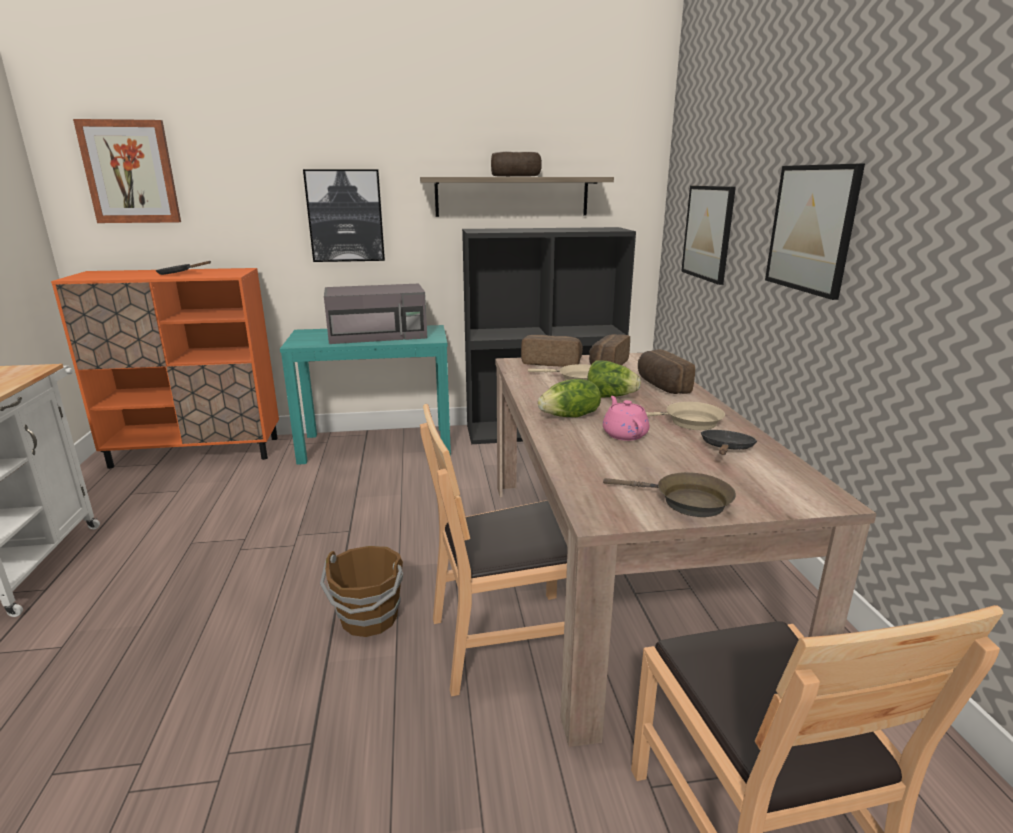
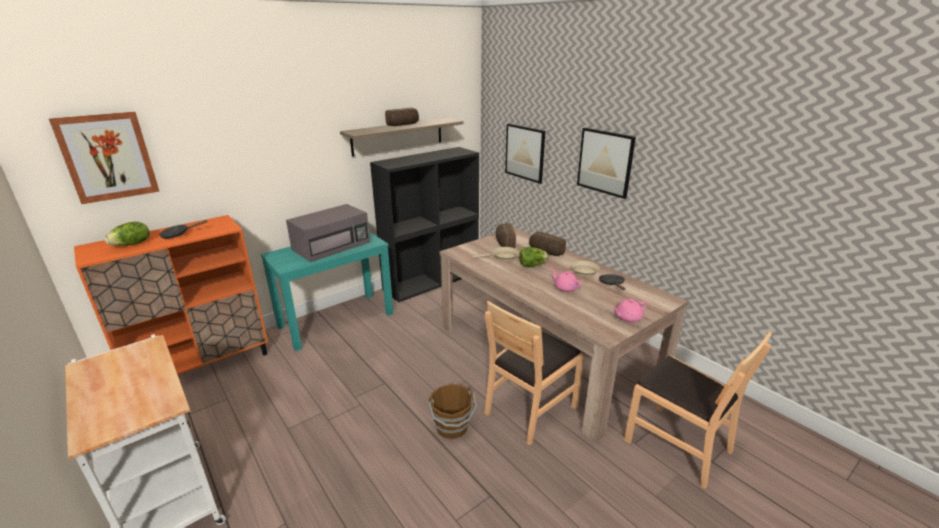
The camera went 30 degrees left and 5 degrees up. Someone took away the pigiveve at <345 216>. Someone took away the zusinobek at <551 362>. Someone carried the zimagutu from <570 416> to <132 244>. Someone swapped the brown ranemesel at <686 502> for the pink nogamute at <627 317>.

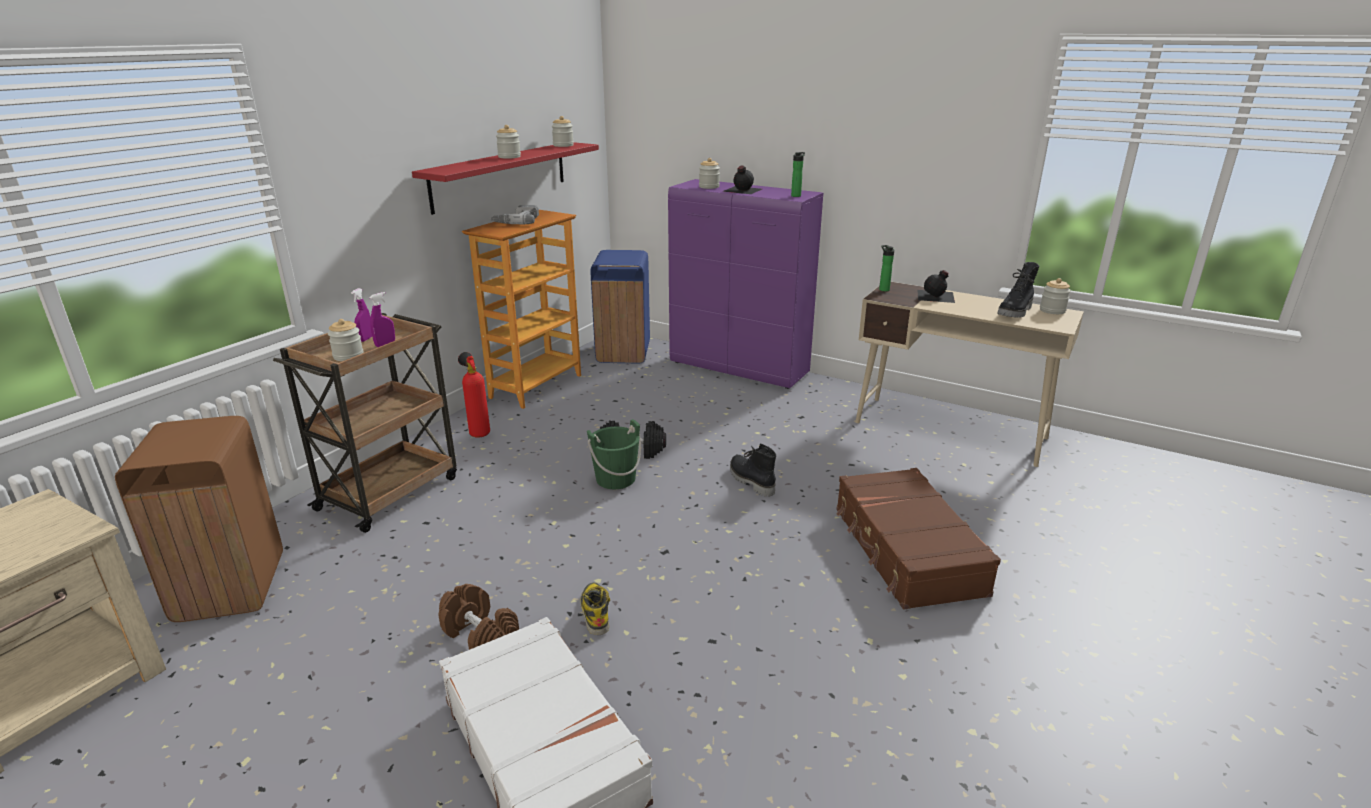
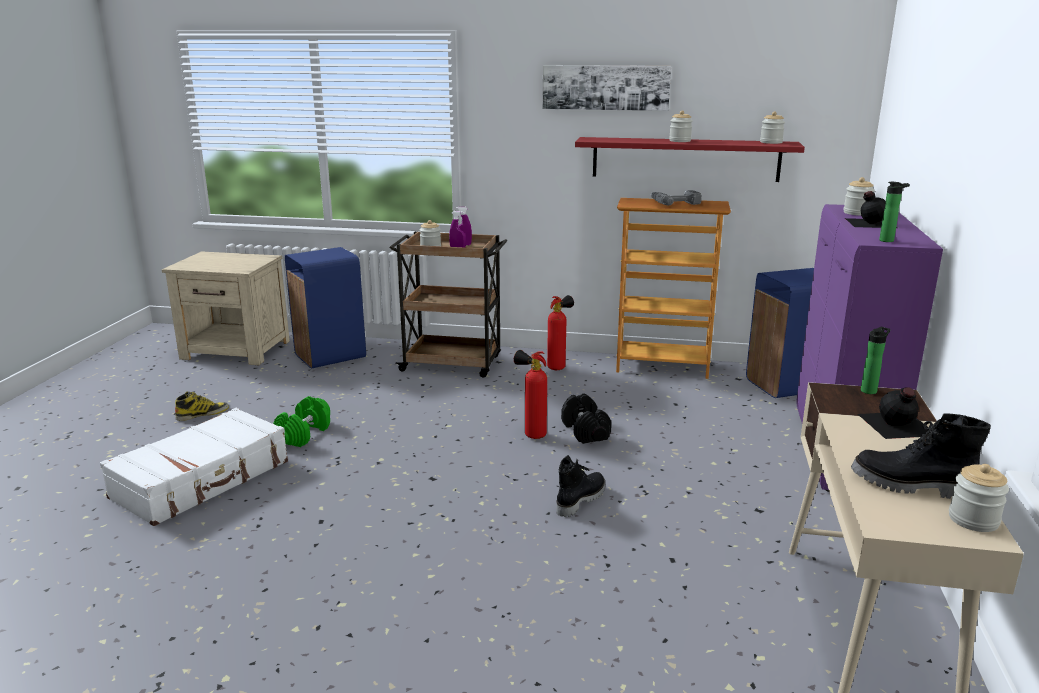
The camera went 70 degrees right and 5 degrees down. Someone repainted the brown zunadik at <228 588>, which became the blue zunadik at <329 356>. Someone swapped the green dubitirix at <615 479> for the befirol at <531 434>. Someone took away the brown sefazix at <906 551>. Someone carried the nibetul from <595 611> to <202 414>. Someone repainted the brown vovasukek at <482 637>, which became the green vovasukek at <303 435>. Someone put up the pigiveve at <605 87>.

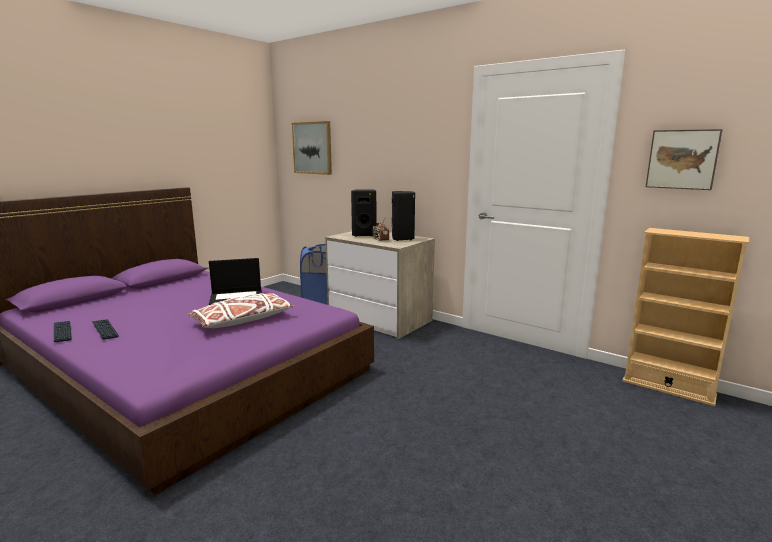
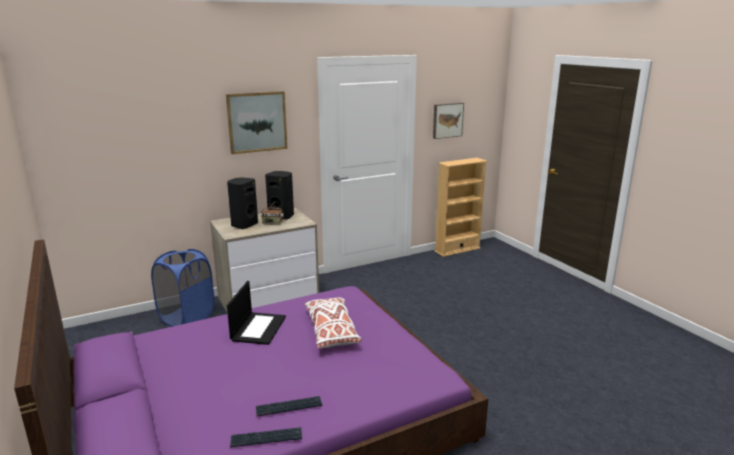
The camera went 65 degrees left and 5 degrees up. Someone carried the pigiveve from <312 148> to <257 122>.

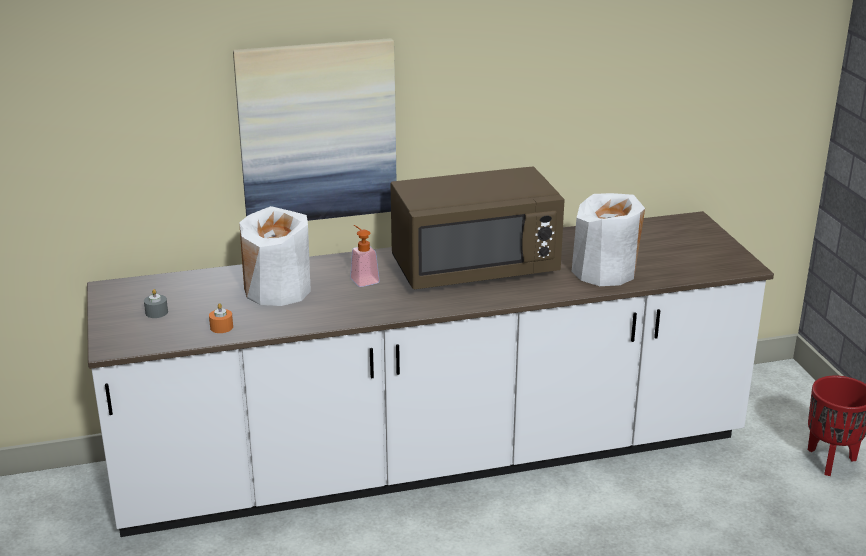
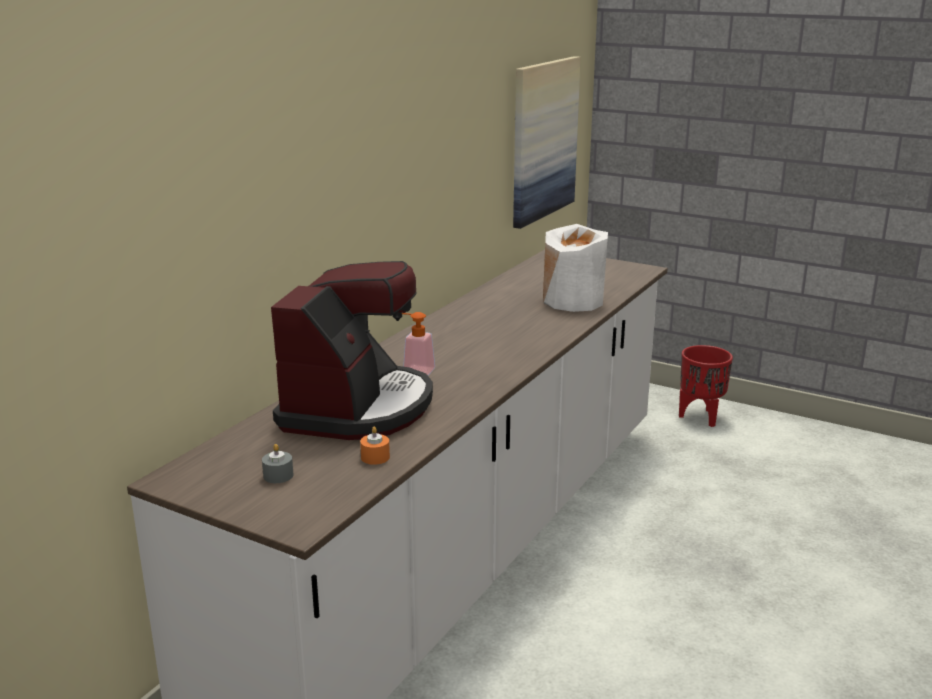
The camera went 45 degrees left and 5 degrees down. Someone carried the pigiveve from <317 132> to <543 140>. Someone took away the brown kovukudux at <475 268>. Someone swapped the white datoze at <278 289> for the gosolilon at <357 407>.

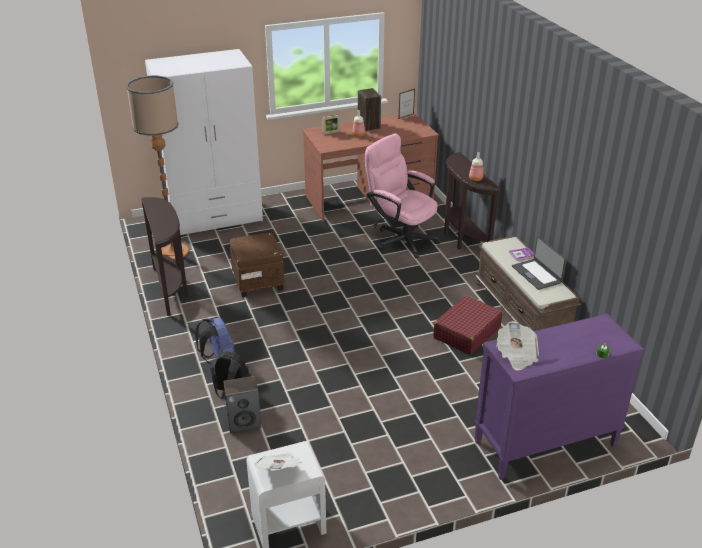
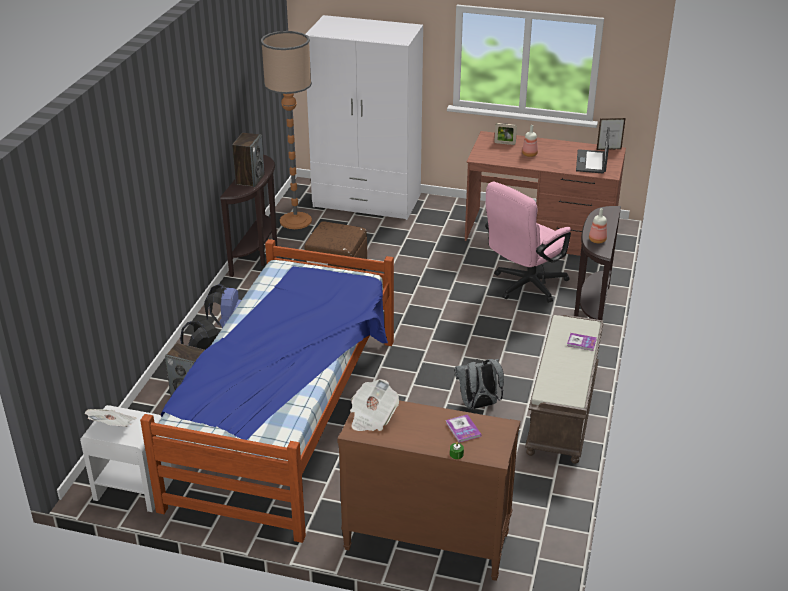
The camera went 35 degrees right and 0 degrees up. Someone carried the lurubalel from <368 126> to <250 179>. Someone rotated the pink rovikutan at <401 238> by 120 degrees counterclockwise. Someone carried the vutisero from <537 274> to <592 162>. Someone swapped the red sefazix at <466 333> for the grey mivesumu at <478 405>. Someone repainted the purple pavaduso at <544 444>, which became the brown pavaduso at <426 542>. Someone put down the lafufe at <288 419>. Someone put down the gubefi at <463 429>.

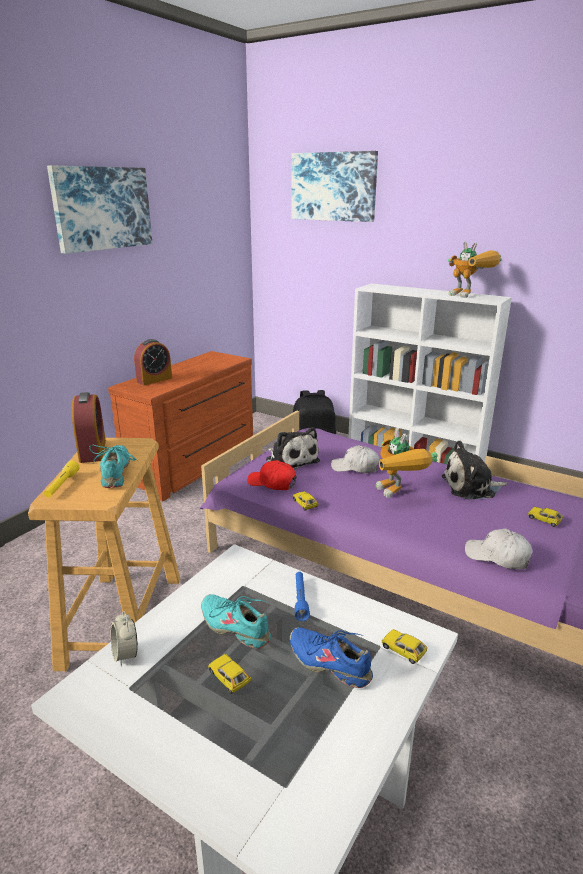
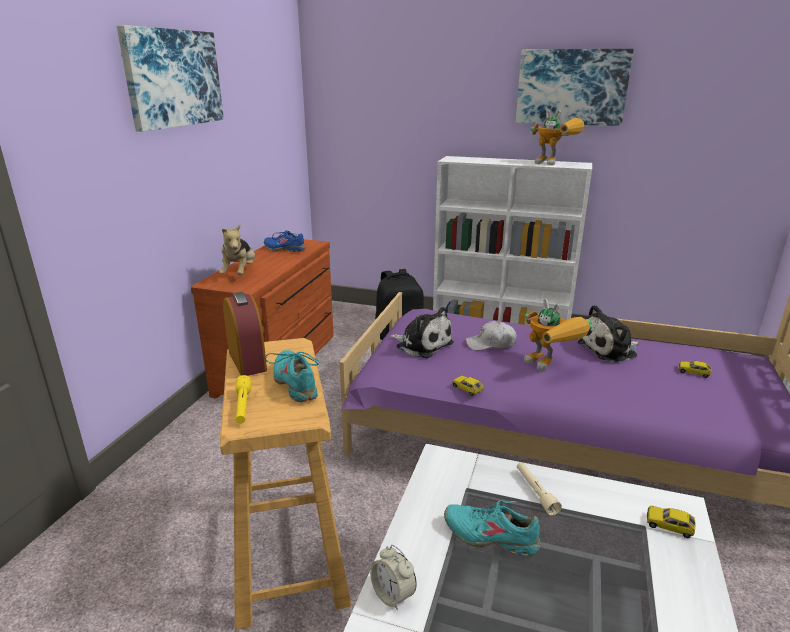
The camera went 15 degrees left and 0 degrees up. Someone carried the pigiveve from <333 187> to <571 87>. Someone swapped the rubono at <154 380> for the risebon at <240 273>. Someone took away the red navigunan at <272 483>. Someone took away the white navigunan at <497 557>. Someone repainted the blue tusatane at <300 599>, which became the beige tusatane at <535 492>. Someone carried the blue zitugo from <329 663> to <285 249>. Someone took away the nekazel at <229 677>.

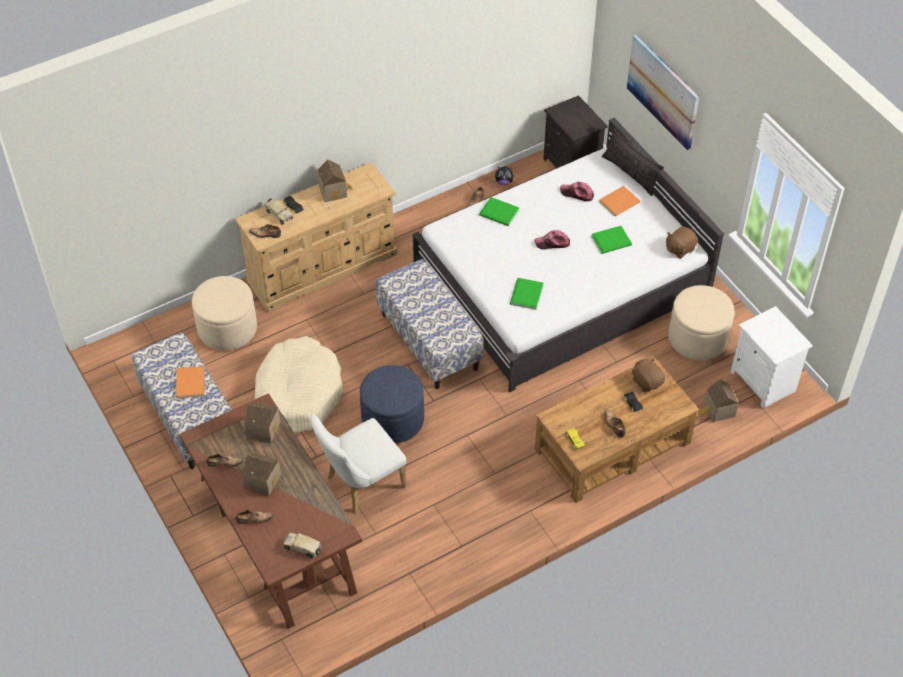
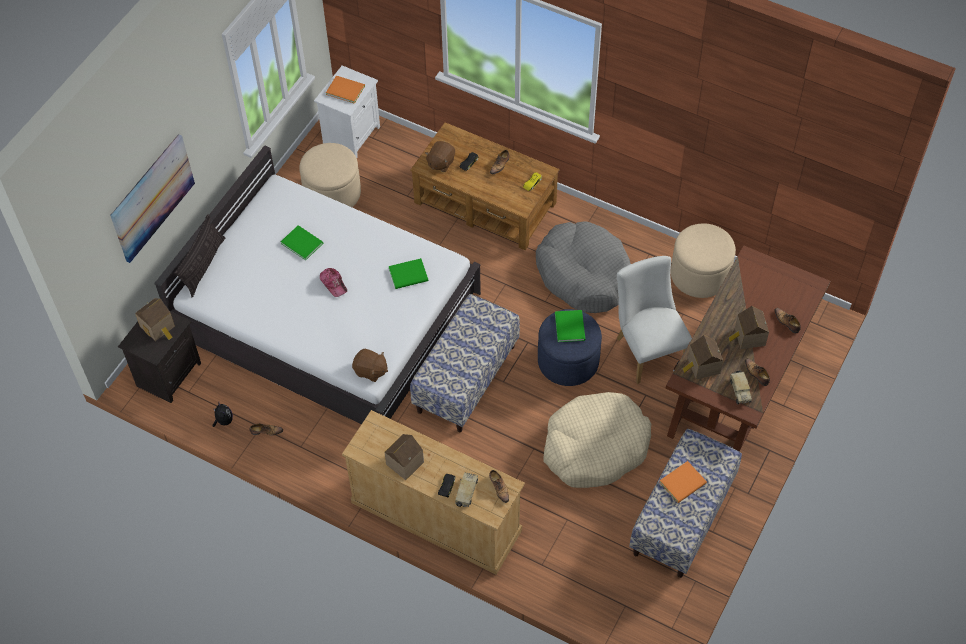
The camera went 120 degrees left and 5 degrees up. Someone took away the navigunan at <577 194>. Someone carried the orange gubefi from <620 202> to <345 89>. Someone carried the green gubefi from <499 213> to <570 325>. Someone carried the brown risebon from <679 249> to <370 371>. Someone carried the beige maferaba from <227 328> to <700 275>. Someone carried the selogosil from <718 410> to <158 327>. Someone rotated the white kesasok at <360 484> by 135 degrees counterclockwise. Someone carried the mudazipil from <303 548> to <739 390>. Someone put down the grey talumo at <584 274>.

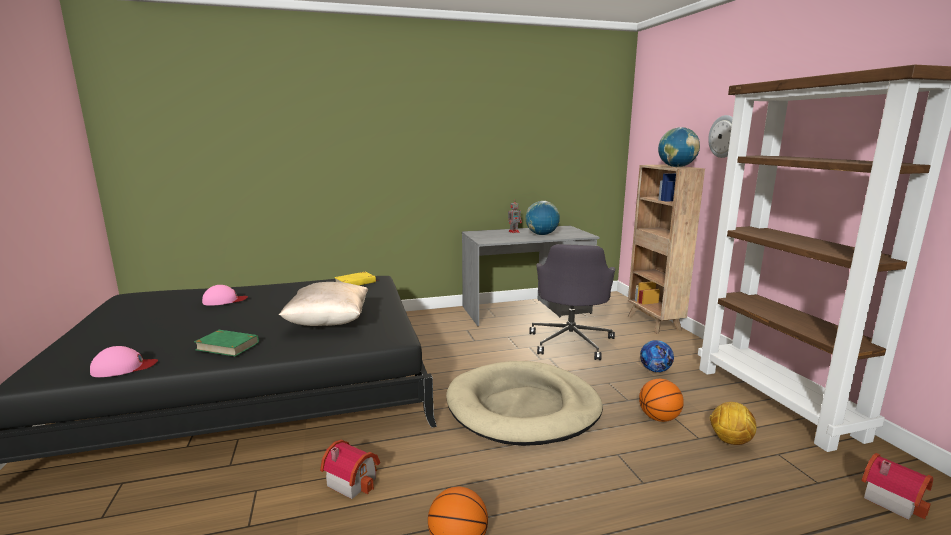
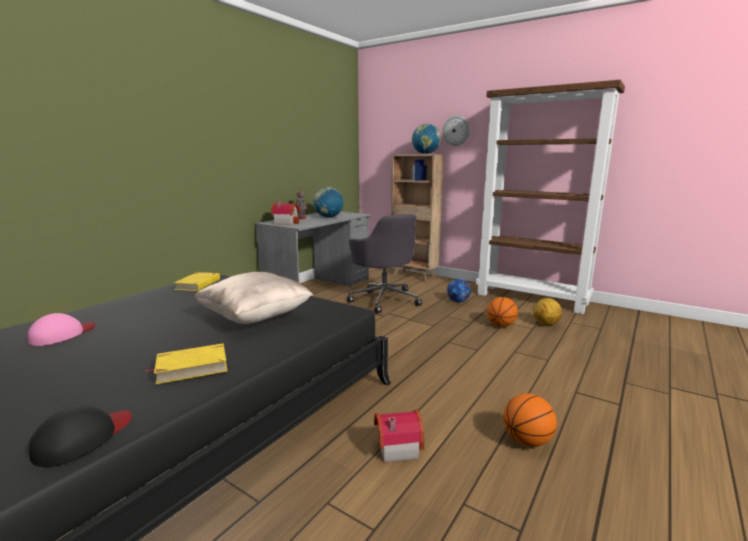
The camera went 40 degrees left and 0 degrees up. Someone repainted the green gubefi at <227 346>, which became the yellow gubefi at <192 367>. Someone repainted the pink navigunan at <123 367>, which became the black navigunan at <83 438>. Someone took away the beige talumo at <523 407>. Someone carried the selogosil from <891 498> to <286 222>.

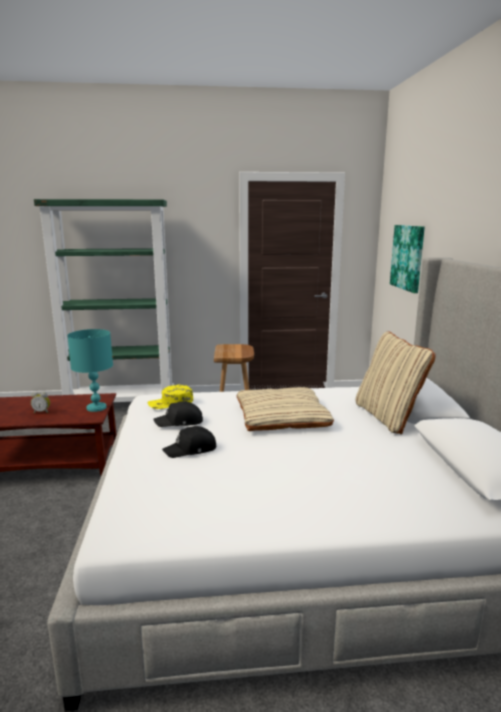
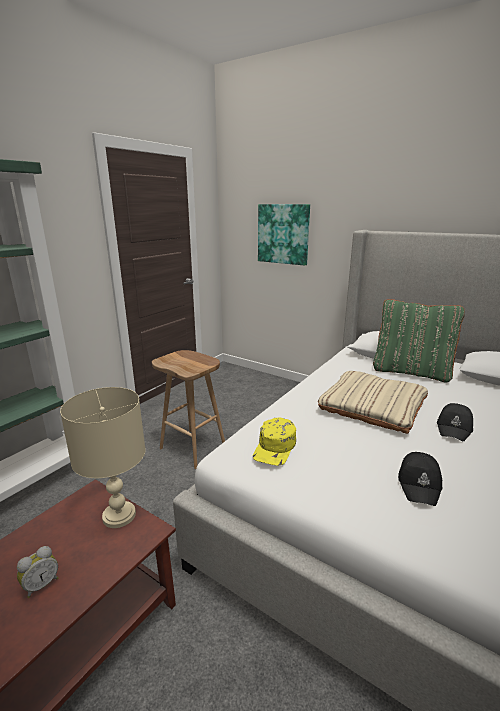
The camera went 50 degrees left and 5 degrees up. Someone repainted the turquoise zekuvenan at <96 408>, which became the beige zekuvenan at <119 516>. Someone repainted the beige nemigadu at <388 417>, which became the green nemigadu at <411 372>. Someone carried the black navigunan from <180 422> to <454 428>.

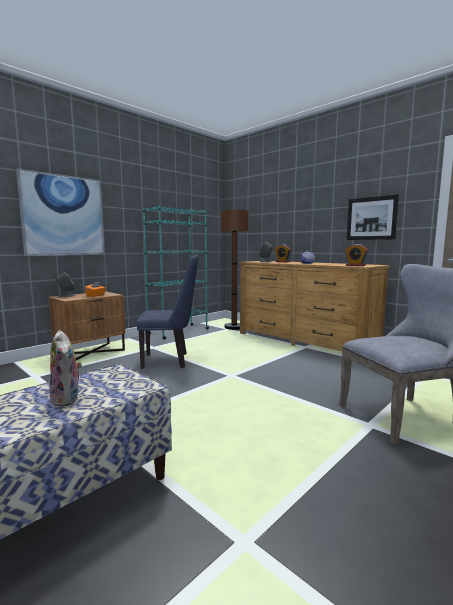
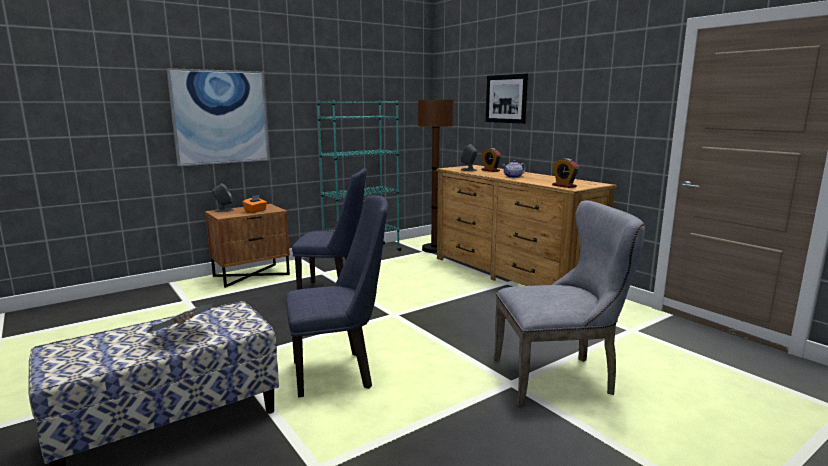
The camera went 10 degrees right and 5 degrees up. Someone carried the pigiveve from <371 218> to <506 99>. Someone swapped the risebon at <67 399> for the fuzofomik at <182 334>. Someone put down the blue kesasok at <339 372>.

